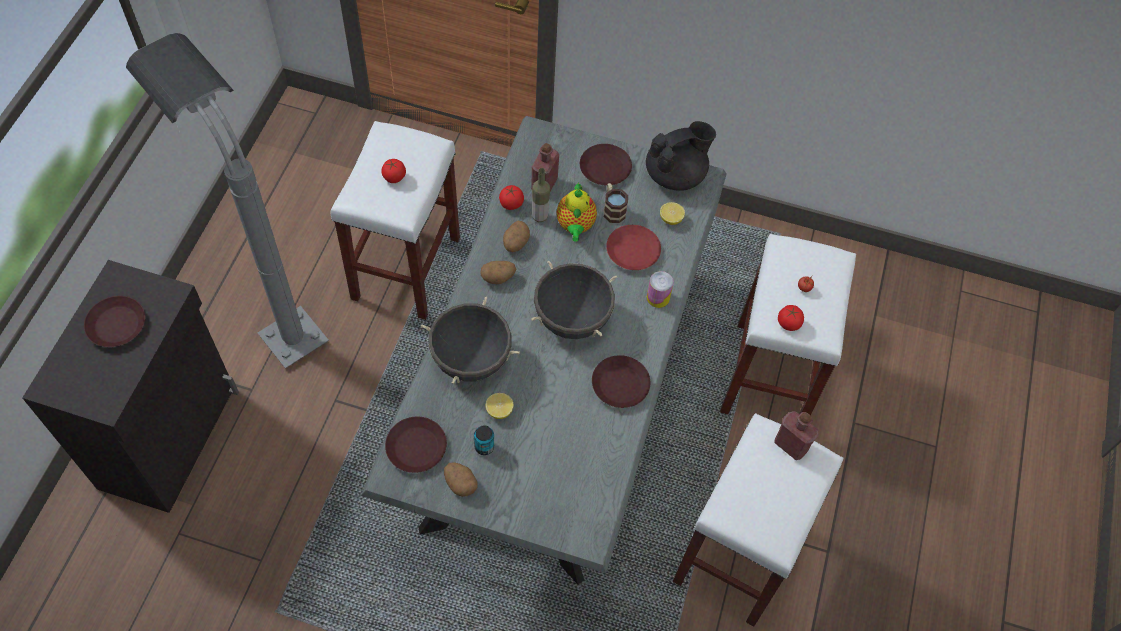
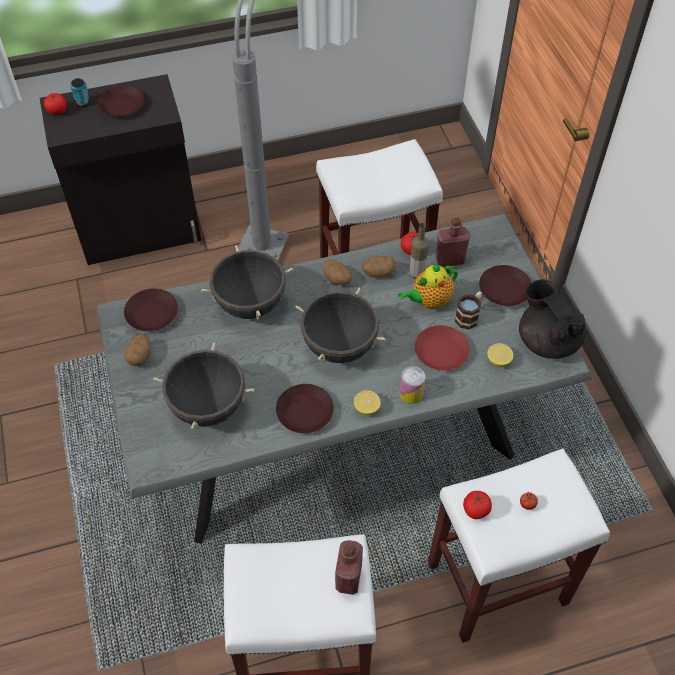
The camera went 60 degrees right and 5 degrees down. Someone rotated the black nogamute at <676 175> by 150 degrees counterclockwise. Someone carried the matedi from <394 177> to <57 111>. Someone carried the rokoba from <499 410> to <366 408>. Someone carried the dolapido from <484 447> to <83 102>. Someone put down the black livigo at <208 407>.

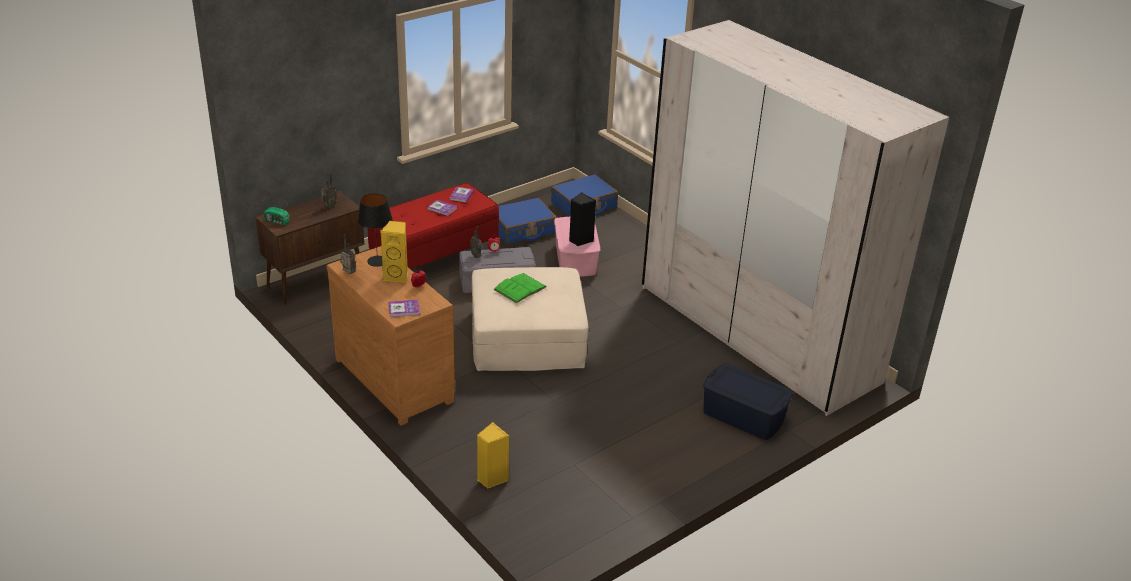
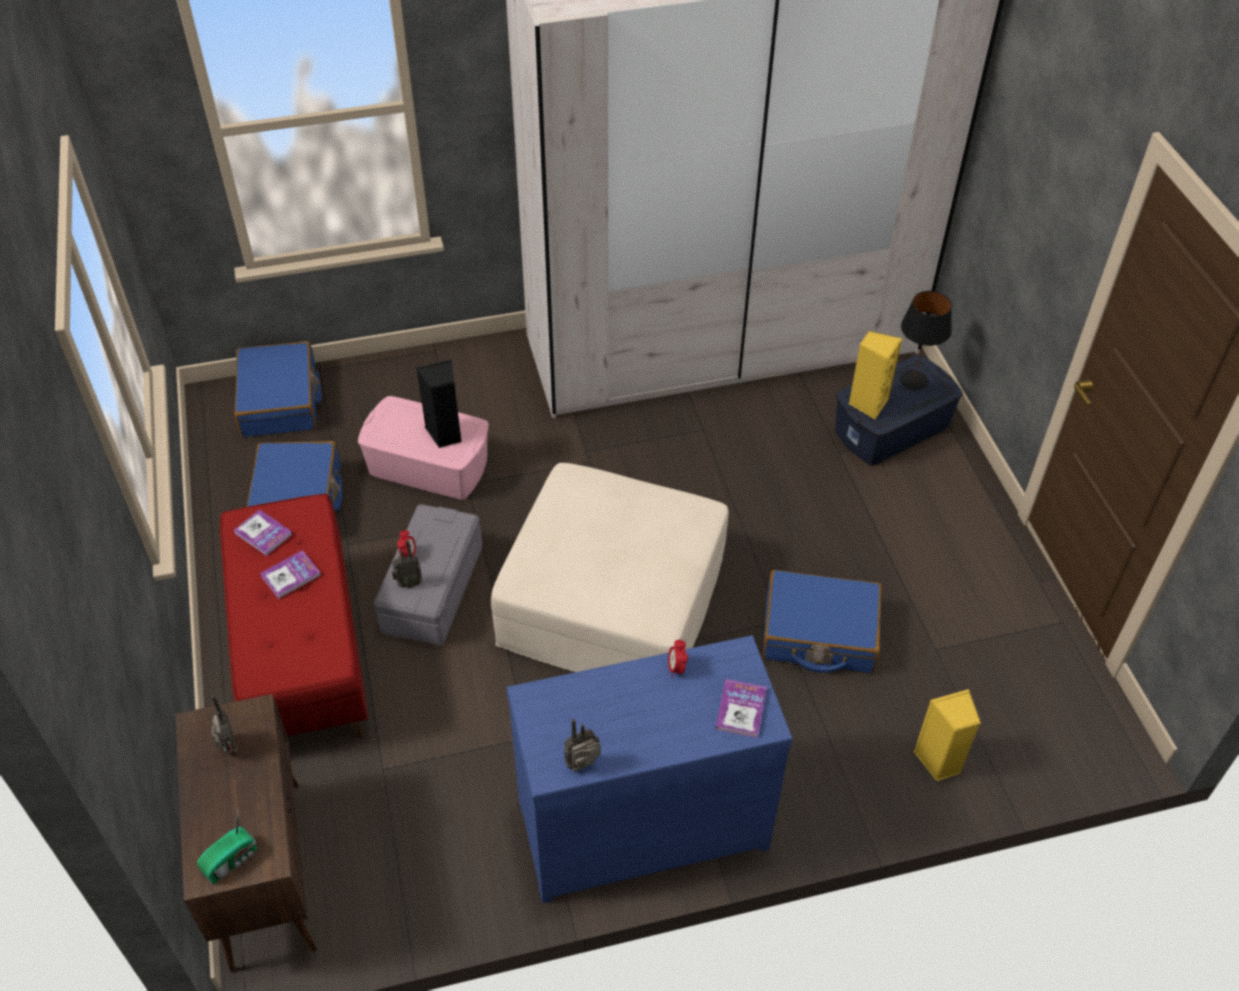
The camera went 65 degrees left and 15 degrees up. Someone carried the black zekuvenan from <377 261> to <914 380>. Someone carried the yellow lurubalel from <397 276> to <868 403>. Someone repainted the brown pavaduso at <396 378>, which became the blue pavaduso at <639 819>. Someone took away the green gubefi at <520 288>. Someone put down the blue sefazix at <819 633>.

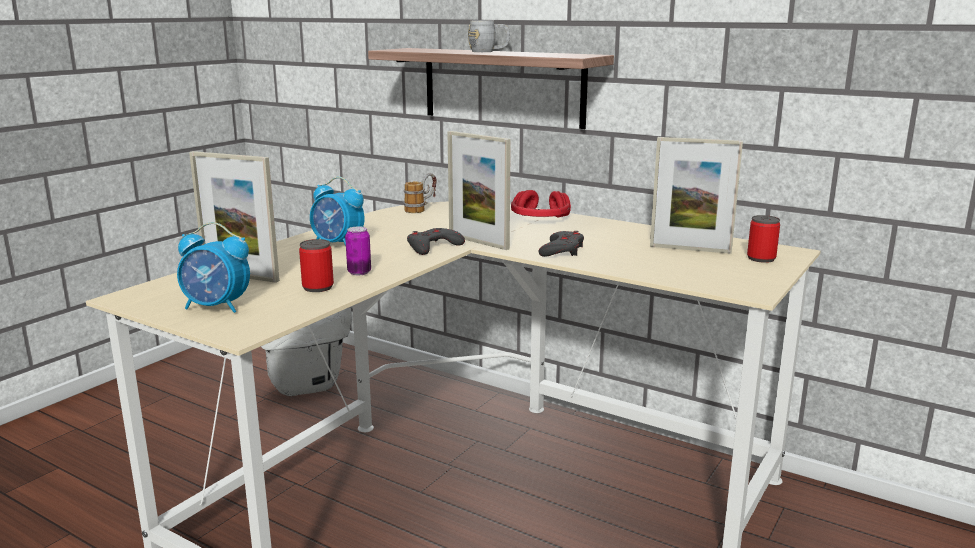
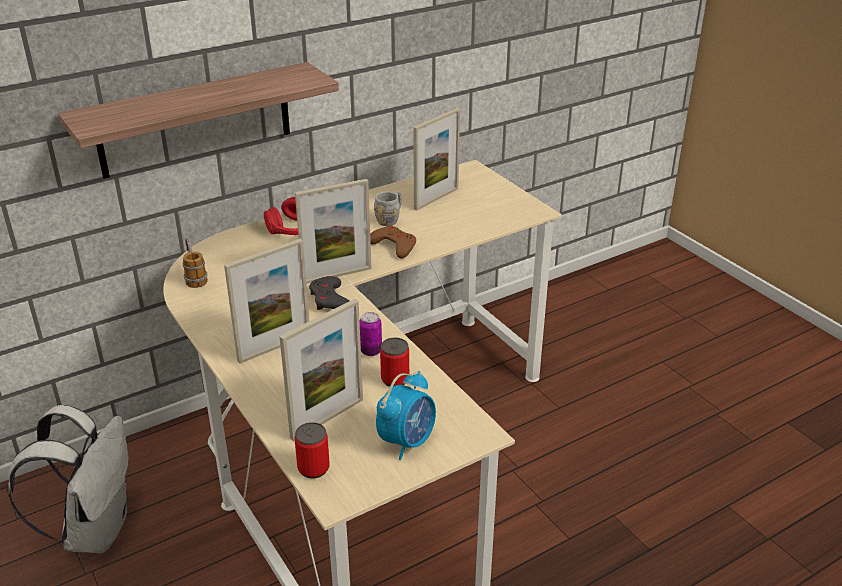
The camera went 65 degrees left and 15 degrees up. Someone carried the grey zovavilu from <488 51> to <390 219>. Someone swapped the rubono at <338 244> for the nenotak at <274 347>. Someone carried the dolapido from <761 258> to <313 468>. Someone repainted the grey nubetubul at <562 250>, which became the brown nubetubul at <394 246>.

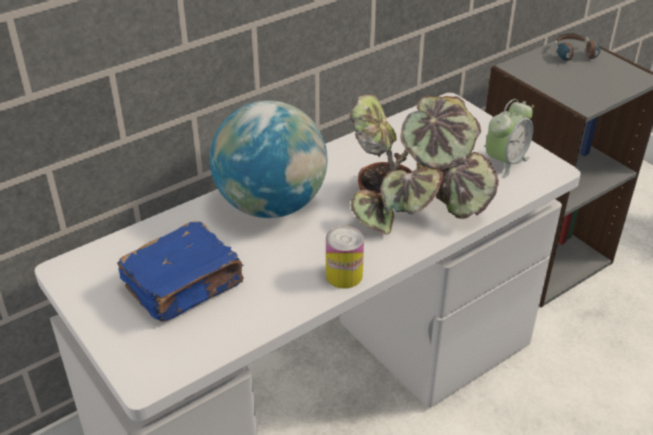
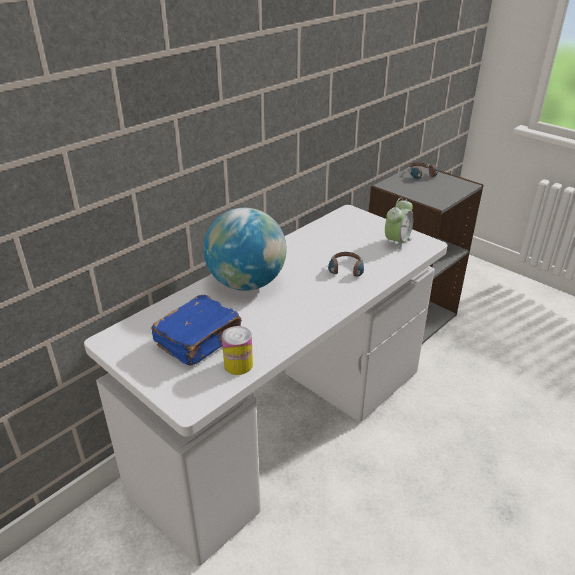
The camera went 10 degrees left and 5 degrees down. Someone swapped the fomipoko at <415 204> for the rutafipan at <345 273>. Someone carried the dolapido from <344 275> to <238 365>.

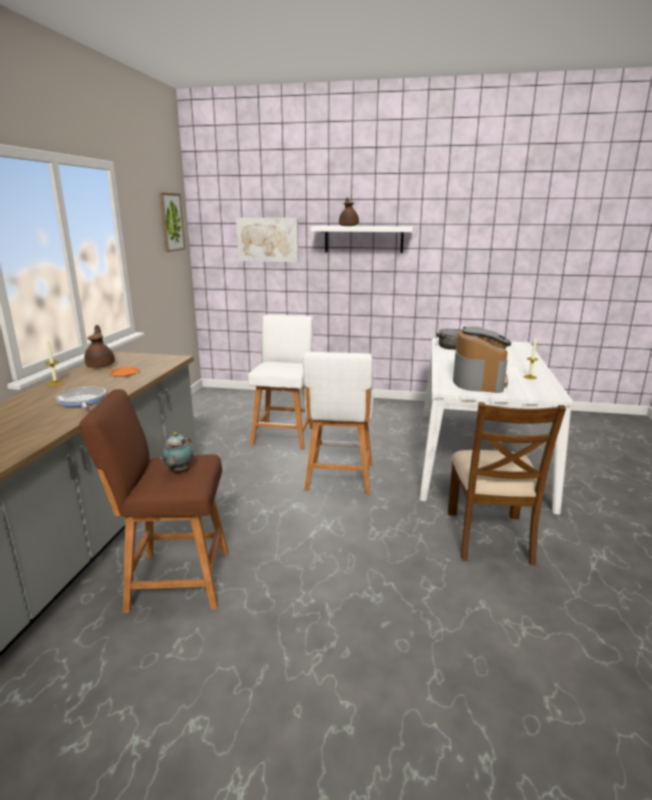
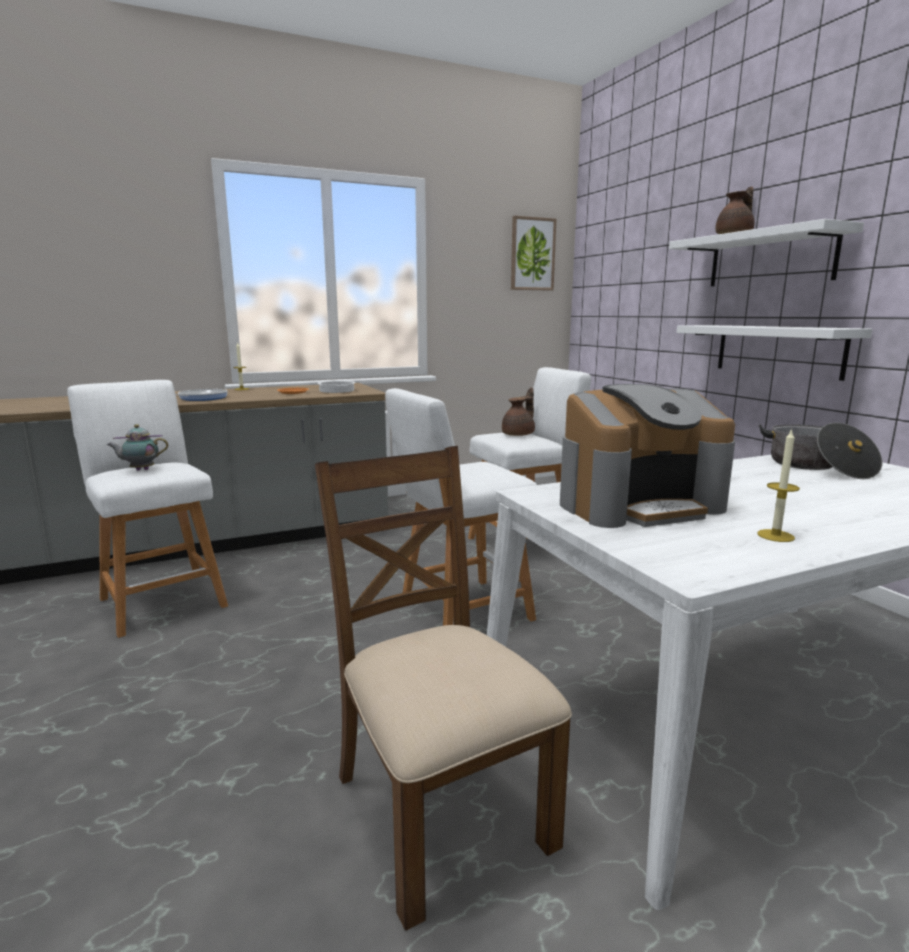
The camera went 55 degrees right and 5 degrees down. Someone took away the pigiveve at <268 239>. Someone carried the brown nogamute from <101 365> to <519 434>. Someone repainted the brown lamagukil at <173 580>, which became the white lamagukil at <161 600>. Someone rotated the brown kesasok at <489 536> by 90 degrees clockwise. Someone put up the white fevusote at <778 350>. Someone put down the livigo at <336 390>.

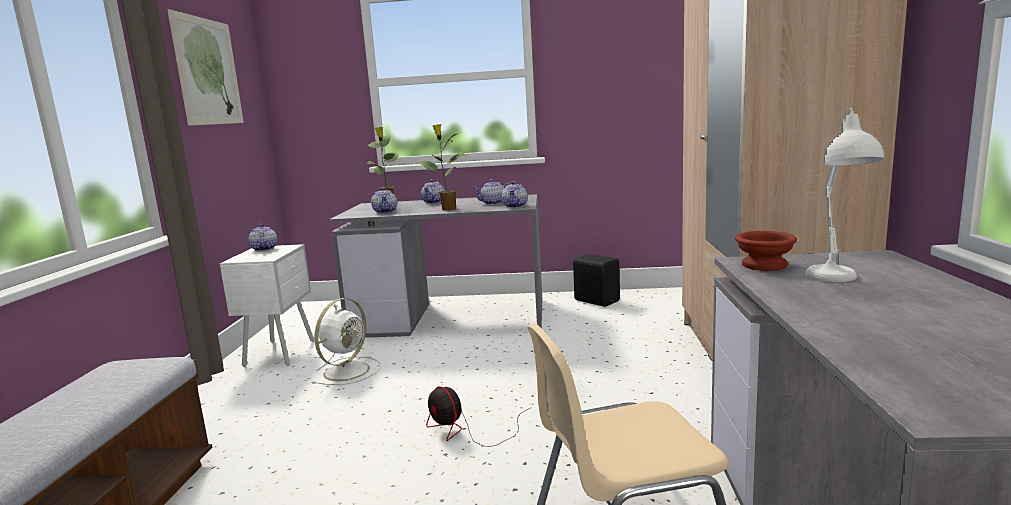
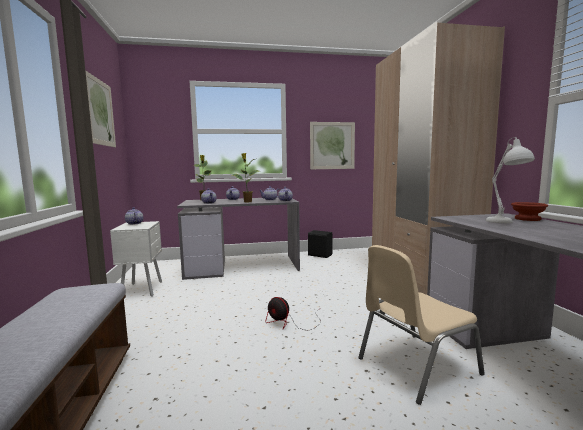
The camera went 15 degrees left and 5 degrees down. Someone carried the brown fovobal from <766 265> to <528 219>. Someone took away the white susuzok at <348 370>. Someone put up the pigiveve at <332 145>.

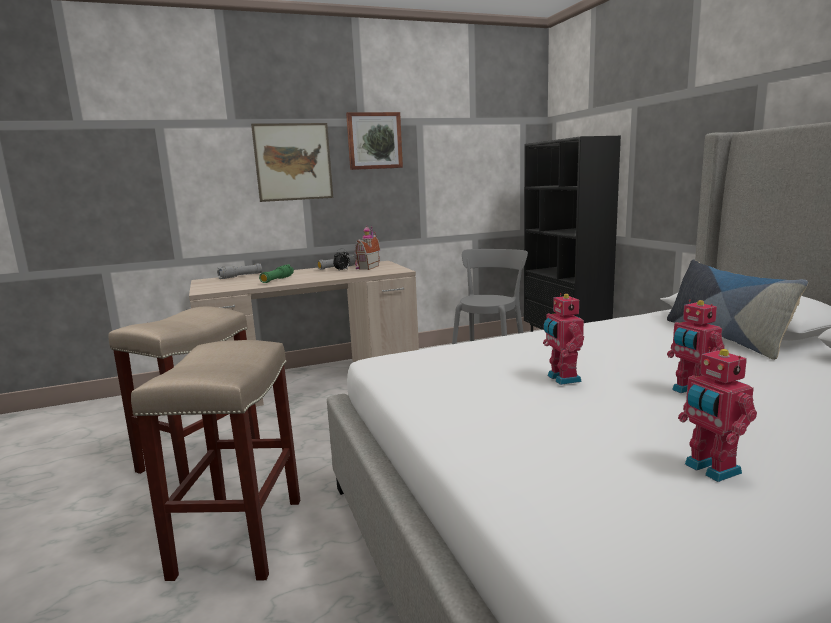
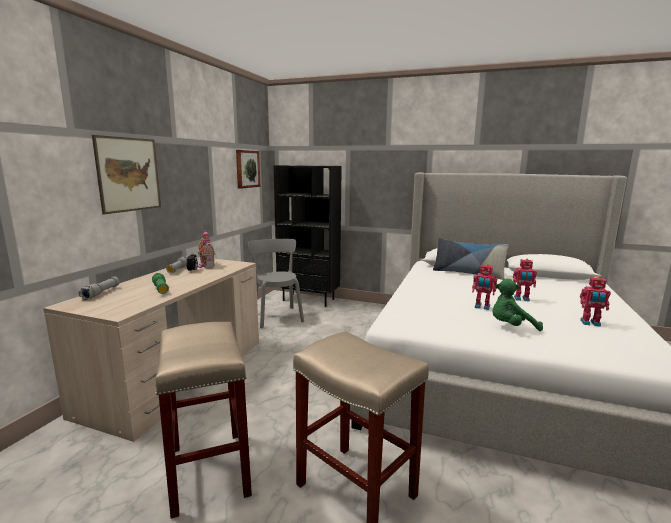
The camera went 50 degrees left and 0 degrees up. Someone carried the pigiveve from <374 141> to <247 169>. Someone put down the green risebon at <511 327>.

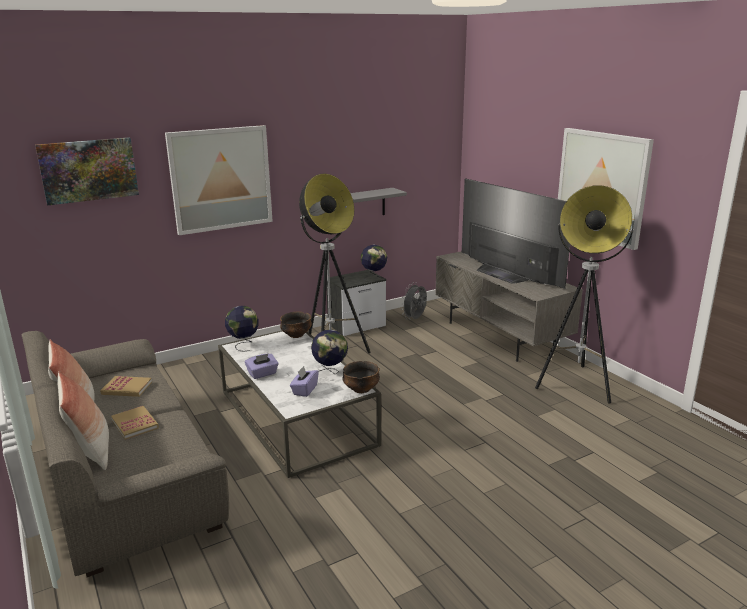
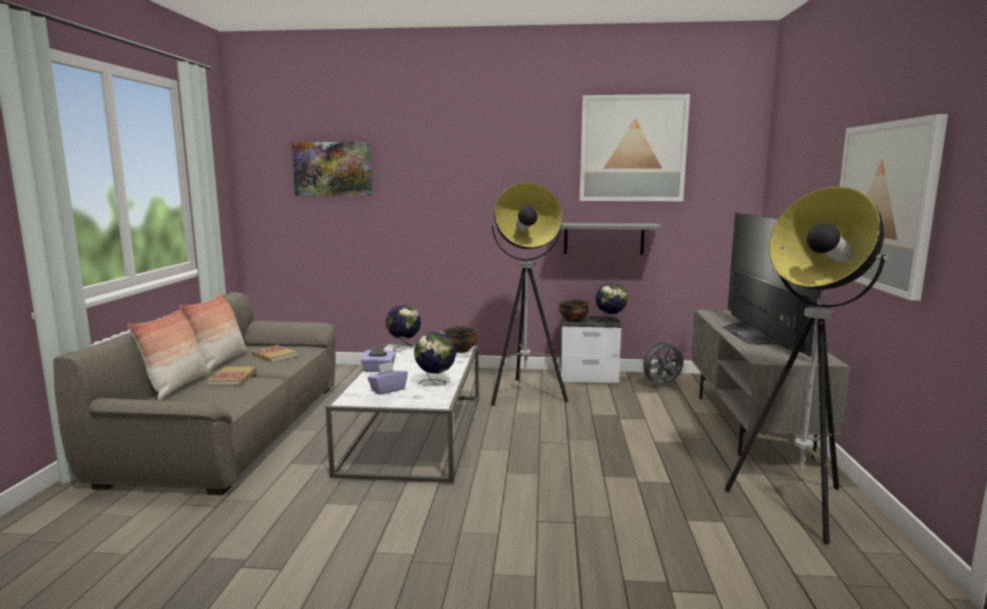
The camera went 35 degrees right and 10 degrees down. Someone carried the pigiveve from <221 179> to <632 149>. Someone carried the fovobal from <361 389> to <573 321>.

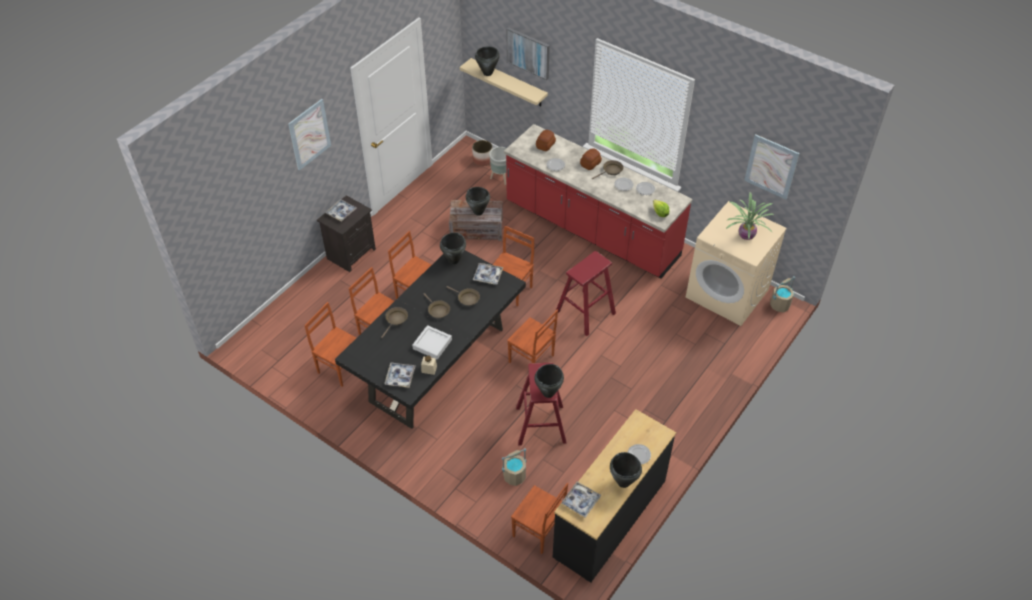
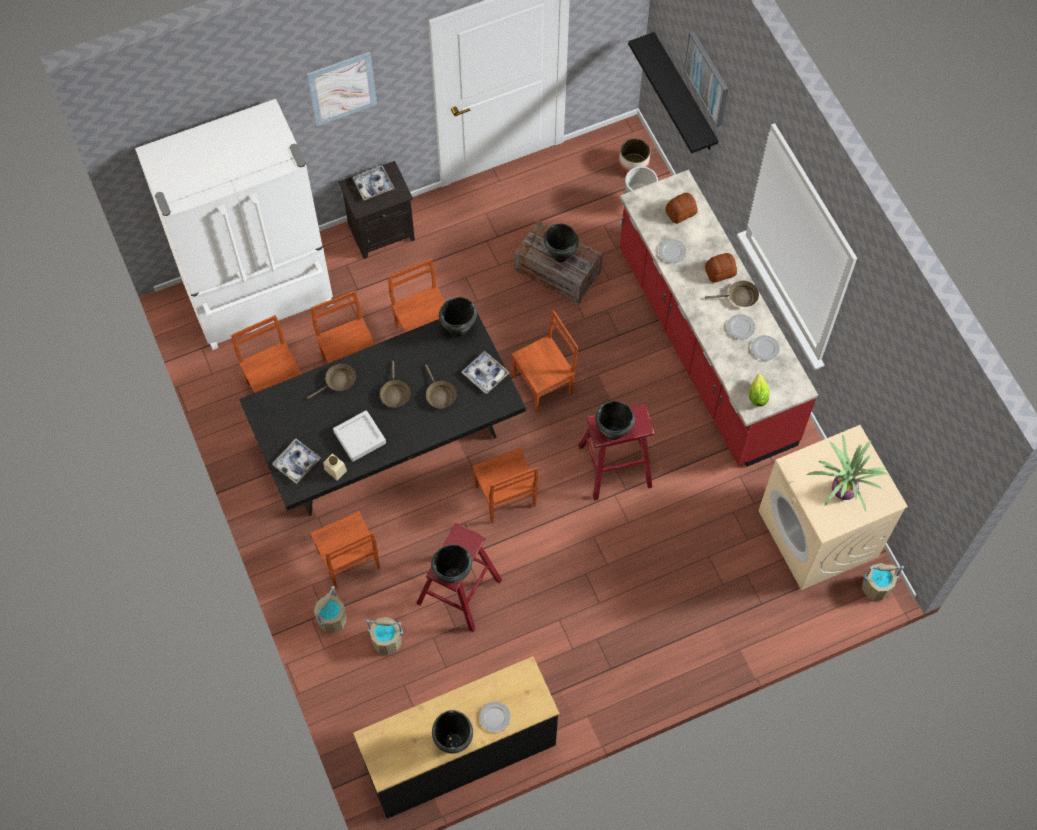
The camera went 30 degrees right and 15 degrees up. Someone carried the black livigo from <488 73> to <613 433>. Someone repainted the beige fevusote at <508 83>, which became the black fevusote at <684 94>. Someone took away the pigiveve at <771 166>. Someone took away the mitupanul at <580 501>. Someone carried the brown kesasok from <538 531> to <348 561>. Someone put down the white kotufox at <261 297>. Someone put down the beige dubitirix at <332 619>.

